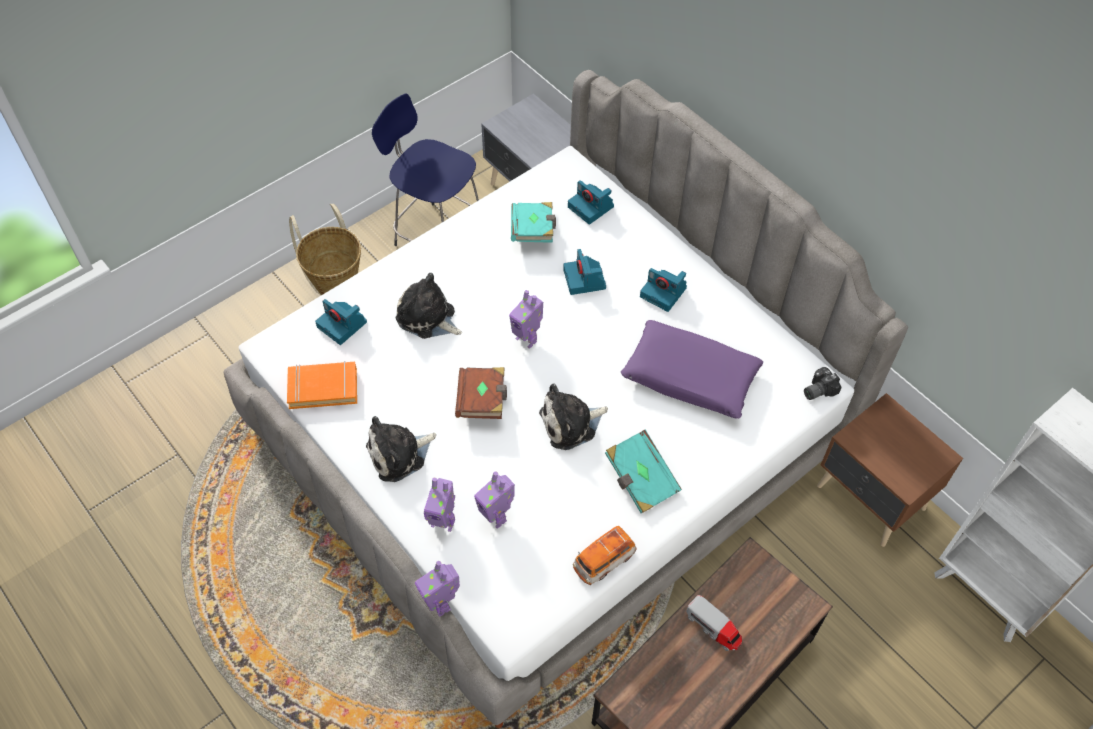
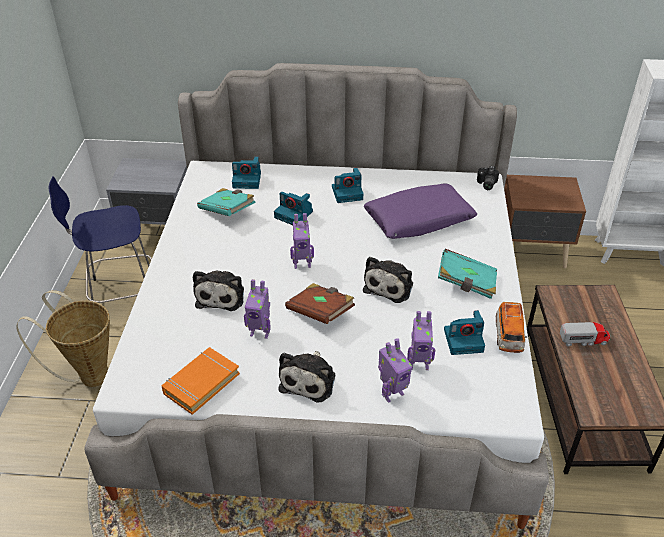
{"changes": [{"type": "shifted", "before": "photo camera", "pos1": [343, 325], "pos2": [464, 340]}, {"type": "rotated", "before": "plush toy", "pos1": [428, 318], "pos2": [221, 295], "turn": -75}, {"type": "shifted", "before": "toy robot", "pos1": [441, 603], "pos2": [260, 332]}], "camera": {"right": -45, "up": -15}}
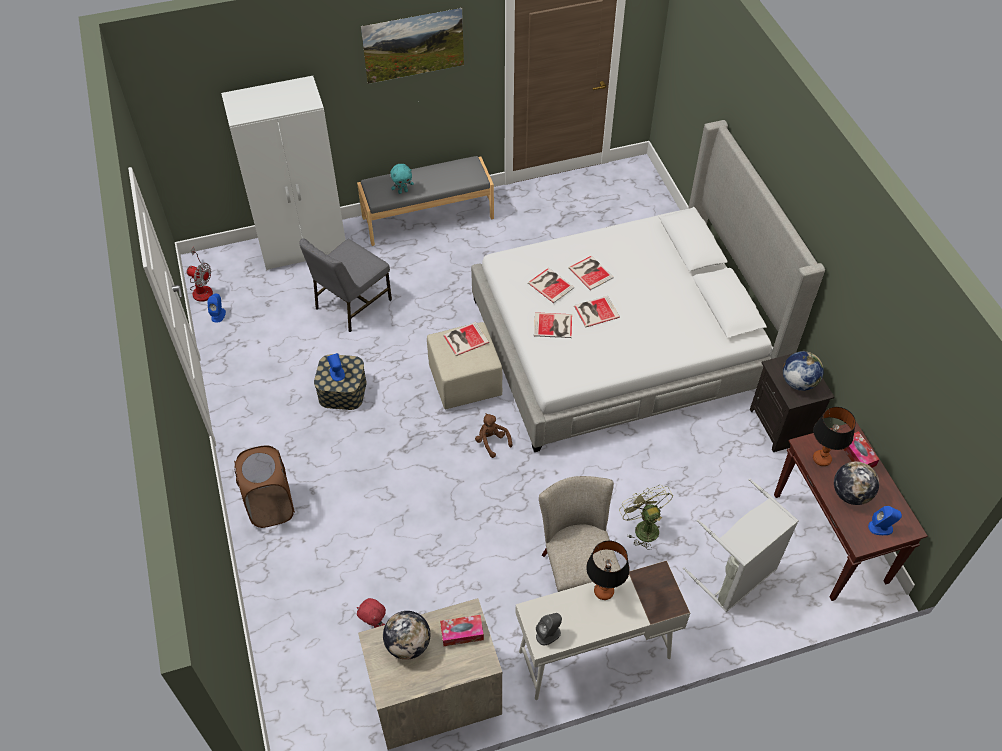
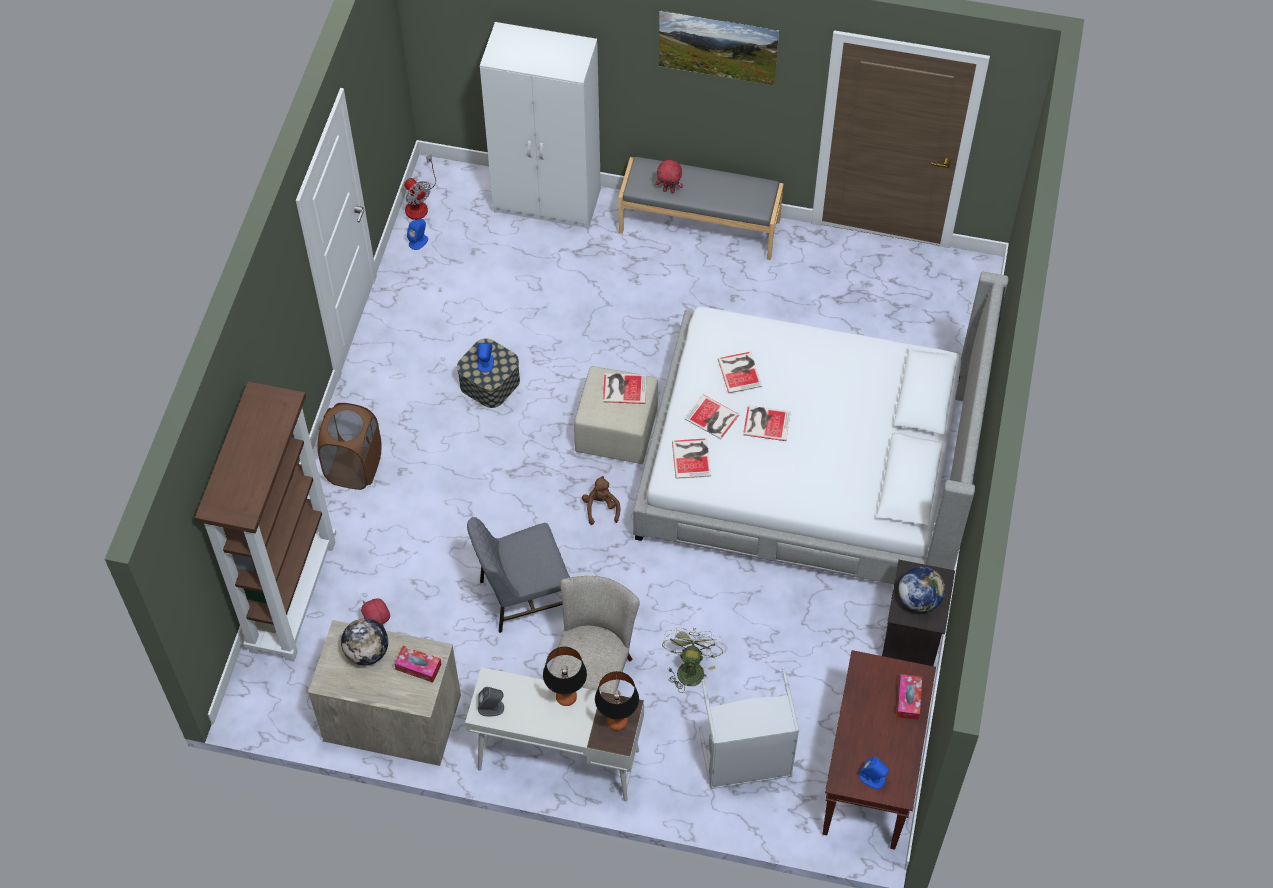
{"changes": [{"type": "shifted", "before": "chair (grey)", "pos1": [351, 304], "pos2": [522, 595]}, {"type": "repainted", "before": "plush toy (turquoise)", "after": "plush toy (red)", "pos1": [403, 191], "pos2": [669, 190]}, {"type": "shifted", "before": "book", "pos1": [591, 272], "pos2": [692, 457]}, {"type": "shifted", "before": "table lamp", "pos1": [821, 459], "pos2": [617, 721]}, {"type": "gone", "before": "globe", "pos1": [850, 494]}, {"type": "new", "after": "bookcase (brown)", "pos2": [292, 595]}], "camera": {"right": 30, "up": 5}}
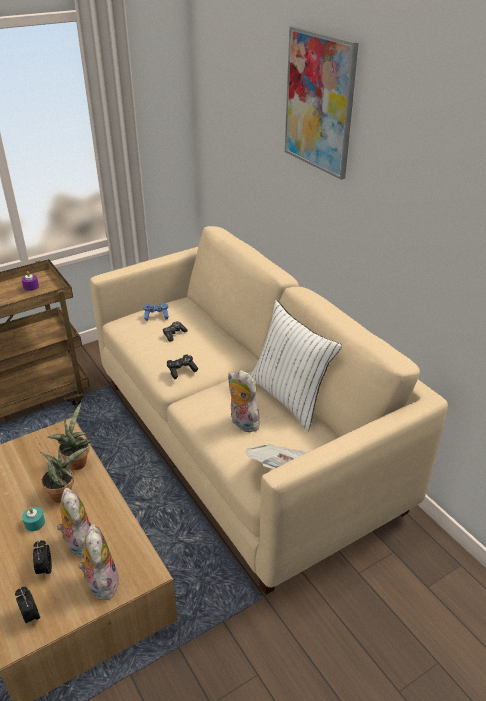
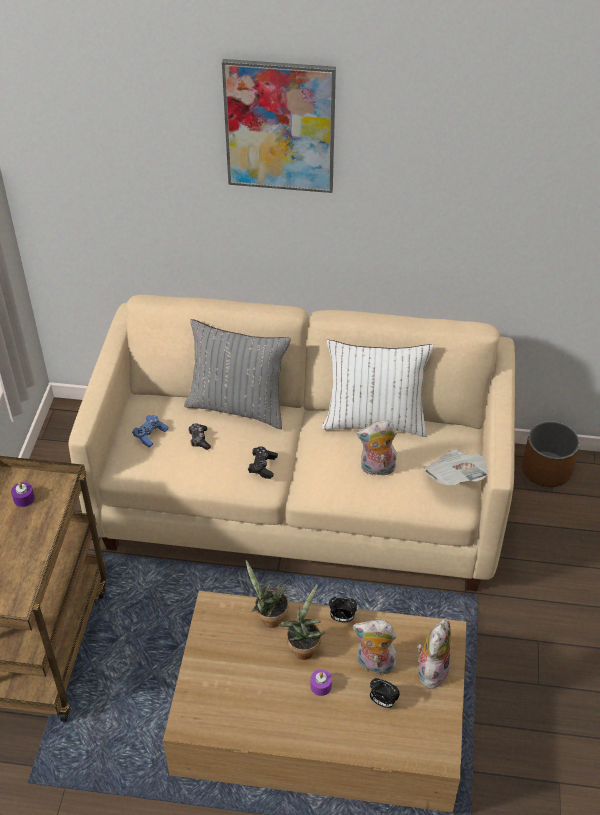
{"changes": [{"type": "shifted", "before": "alarm clock", "pos1": [30, 616], "pos2": [342, 618]}, {"type": "repainted", "before": "candle (turquoise)", "after": "candle (purple)", "pos1": [34, 523], "pos2": [321, 686]}, {"type": "rotated", "before": "plush toy", "pos1": [101, 582], "pos2": [431, 669], "turn": 90}, {"type": "new", "after": "pillow (grey)", "pos2": [238, 406]}, {"type": "new", "after": "planter (brown)", "pos2": [546, 469]}], "camera": {"right": -50, "up": 10}}
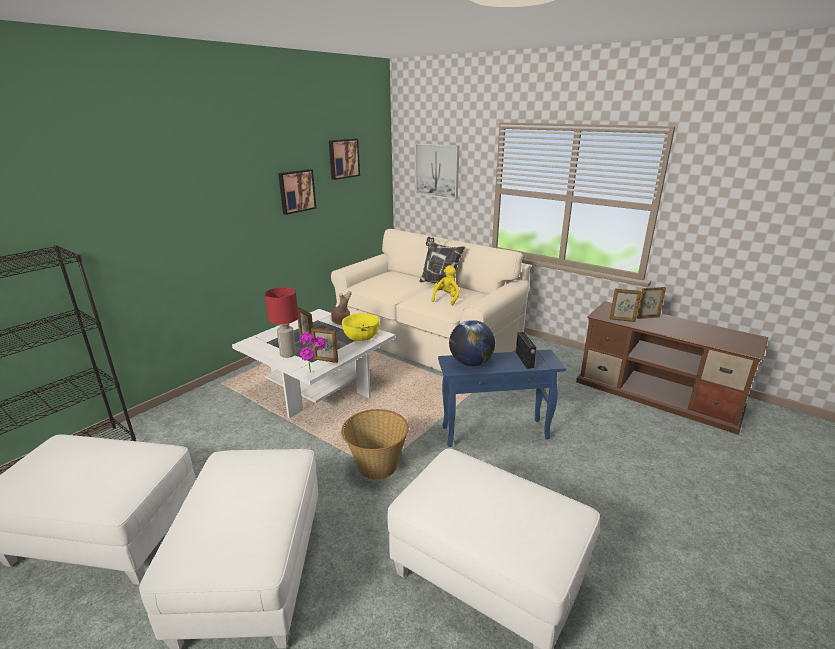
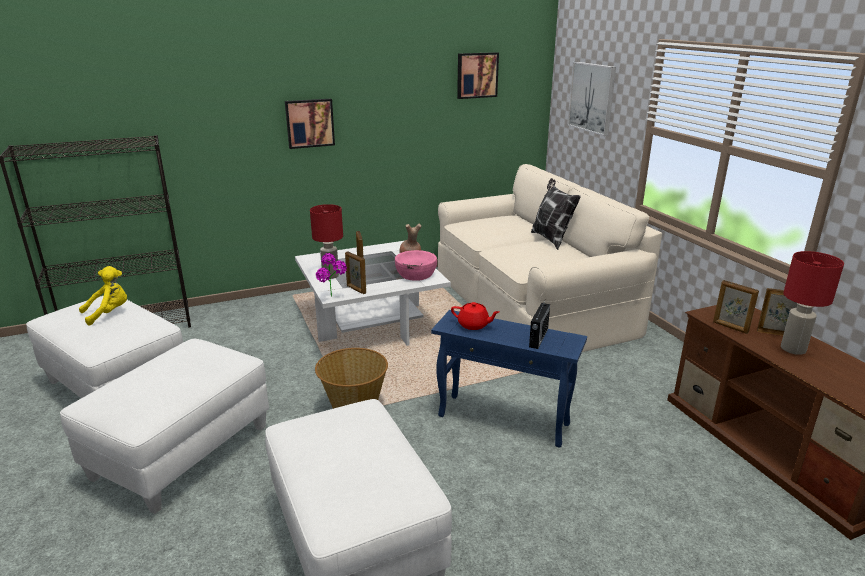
{"changes": [{"type": "shifted", "before": "picture", "pos1": [296, 191], "pos2": [309, 123]}, {"type": "repainted", "before": "bowl (yellow)", "after": "bowl (pink)", "pos1": [361, 335], "pos2": [416, 274]}, {"type": "shifted", "before": "plush toy (yellow)", "pos1": [446, 299], "pos2": [109, 313]}, {"type": "swapped", "before": "globe", "after": "teapot (red)", "pos1": [471, 363], "pos2": [474, 325]}, {"type": "new", "after": "table lamp (red)", "pos2": [793, 349]}], "camera": {"right": 30, "up": 0}}
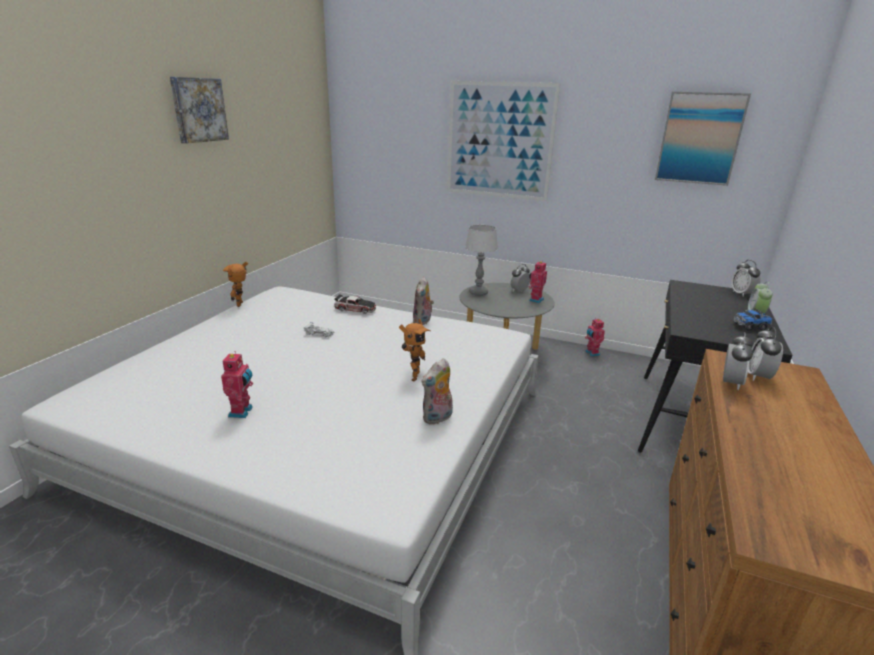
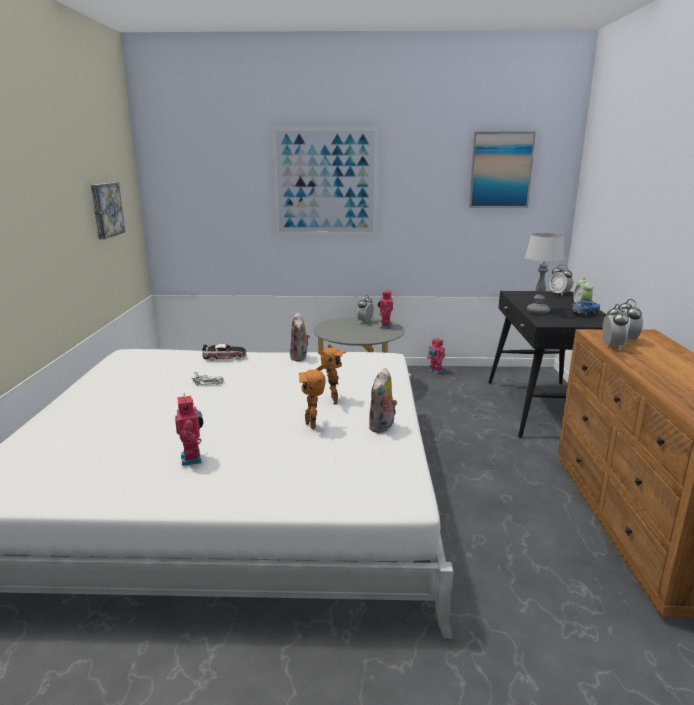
{"changes": [{"type": "shifted", "before": "picture", "pos1": [198, 110], "pos2": [105, 210]}, {"type": "shifted", "before": "toy robot", "pos1": [242, 304], "pos2": [313, 425]}, {"type": "shifted", "before": "table lamp", "pos1": [478, 292], "pos2": [537, 311]}], "camera": {"right": -20, "up": -5}}
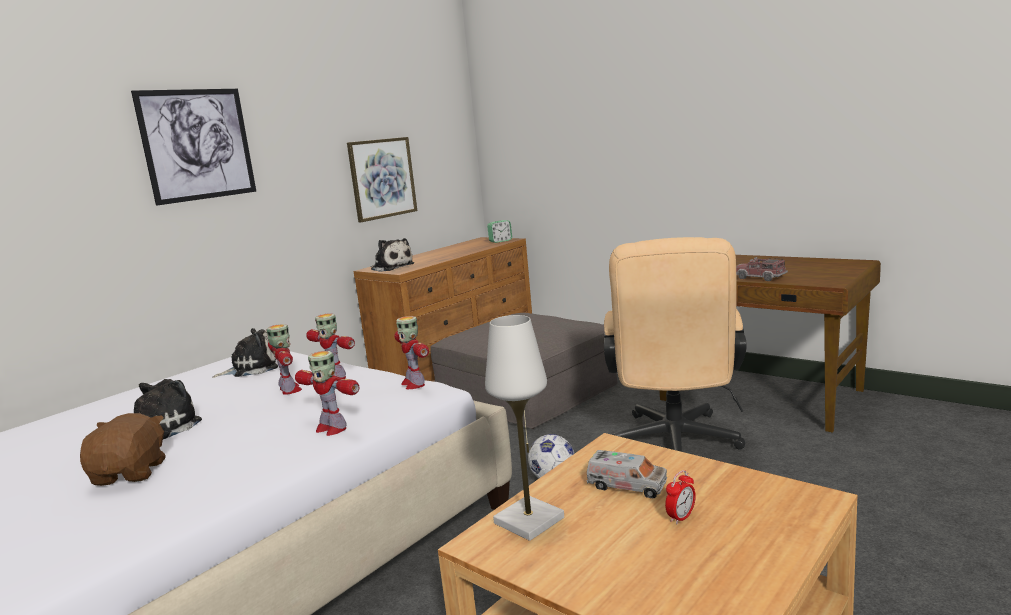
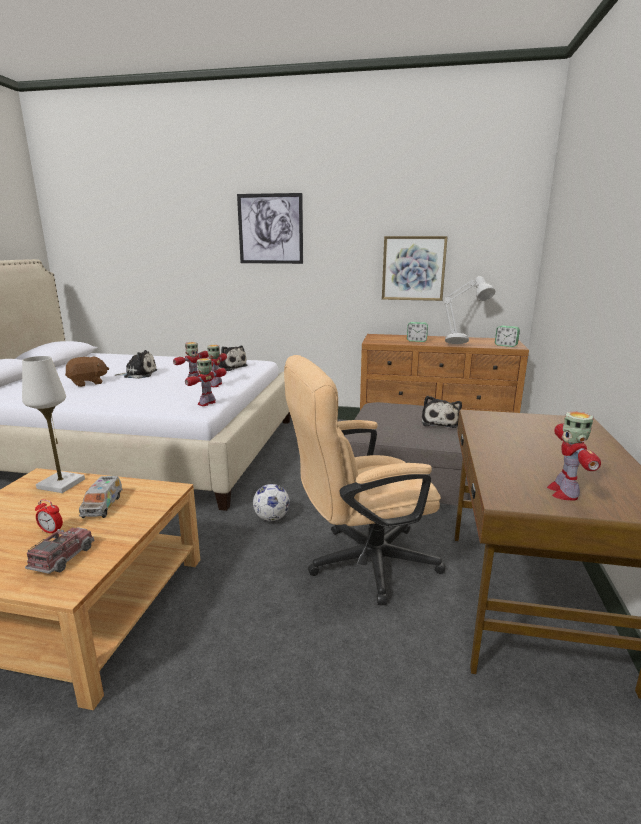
{"changes": [{"type": "shifted", "before": "toy robot", "pos1": [331, 428], "pos2": [563, 492]}, {"type": "shifted", "before": "plush toy", "pos1": [391, 267], "pos2": [440, 422]}, {"type": "shifted", "before": "toy truck", "pos1": [760, 277], "pos2": [63, 558]}, {"type": "new", "after": "alarm clock", "pos2": [416, 341]}, {"type": "new", "after": "table lamp (grey)", "pos2": [463, 342]}], "camera": {"right": 60, "up": 5}}
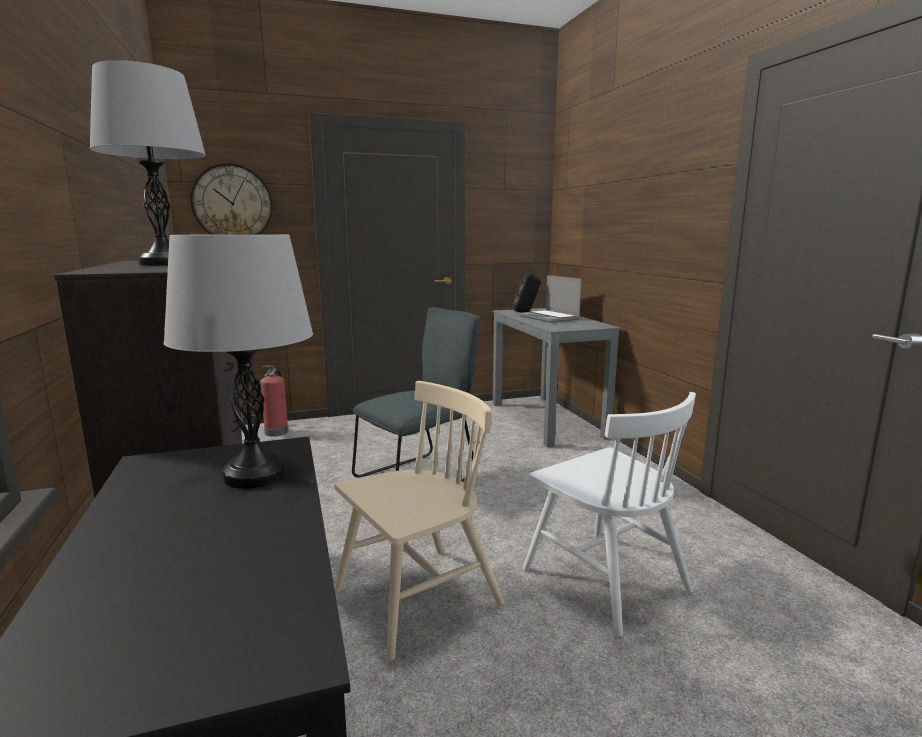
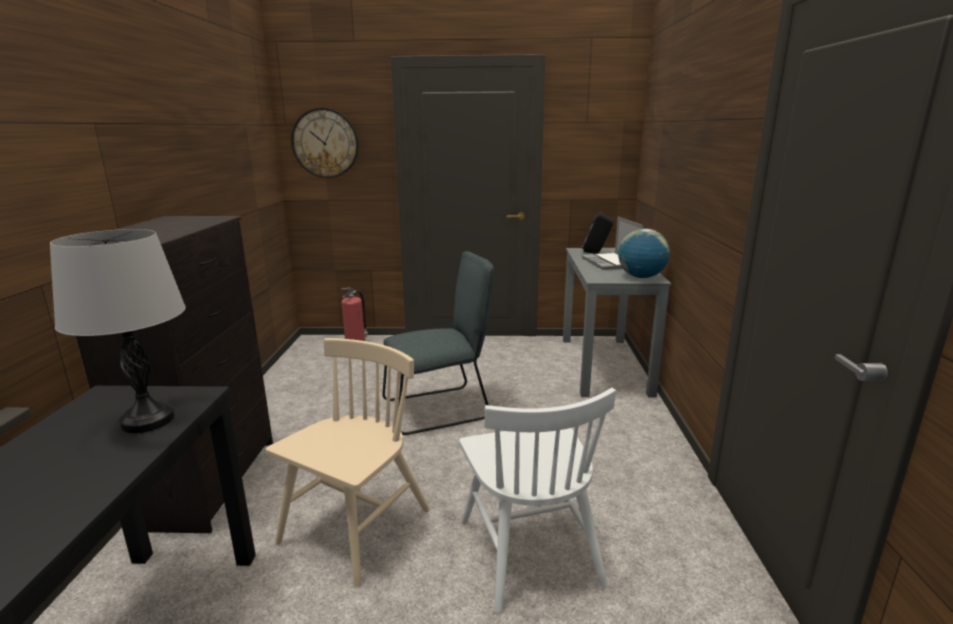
{"changes": [{"type": "gone", "before": "table lamp (grey)", "pos1": [164, 264]}, {"type": "rotated", "before": "chair (beige)", "pos1": [417, 598], "pos2": [355, 527], "turn": -45}, {"type": "new", "after": "globe", "pos2": [641, 277]}], "camera": {"right": 20, "up": 5}}
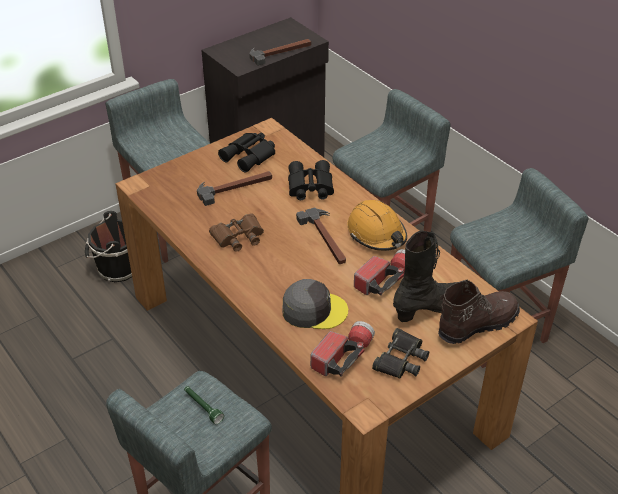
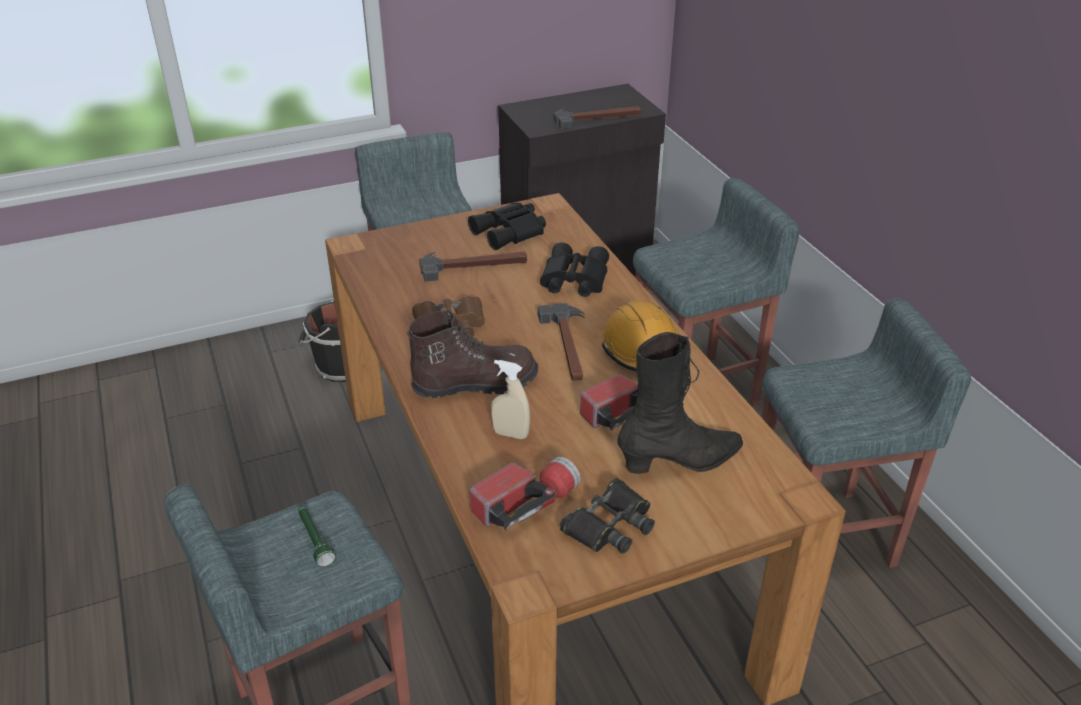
{"changes": [{"type": "swapped", "before": "cap (grey)", "after": "spray bottle (beige)", "pos1": [313, 310], "pos2": [511, 434]}, {"type": "shifted", "before": "boot (brown)", "pos1": [476, 324], "pos2": [475, 383]}], "camera": {"right": 15, "up": -5}}
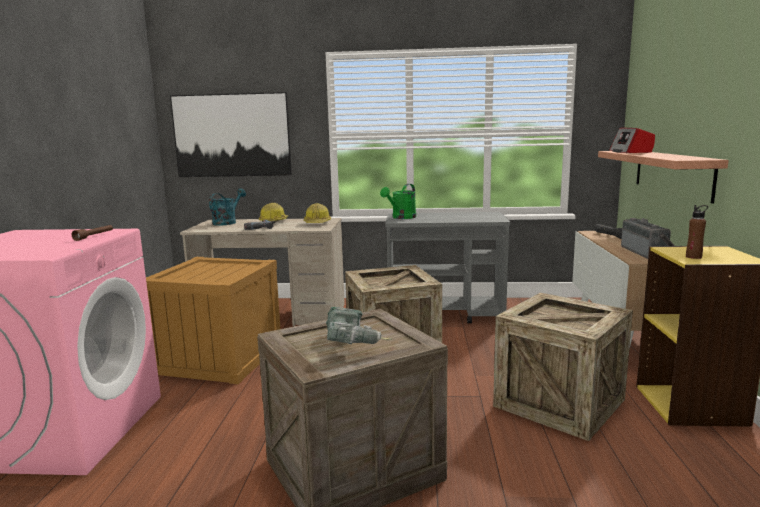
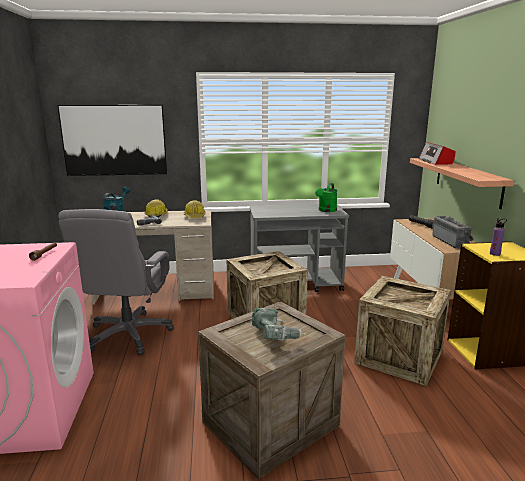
{"changes": [{"type": "swapped", "before": "crate", "after": "office chair (grey)", "pos1": [219, 359], "pos2": [128, 335]}, {"type": "shifted", "before": "watering can (green)", "pos1": [401, 217], "pos2": [326, 210]}, {"type": "repainted", "before": "bottle (brown)", "after": "bottle (purple)", "pos1": [693, 257], "pos2": [495, 254]}], "camera": {"right": -10, "up": 5}}
